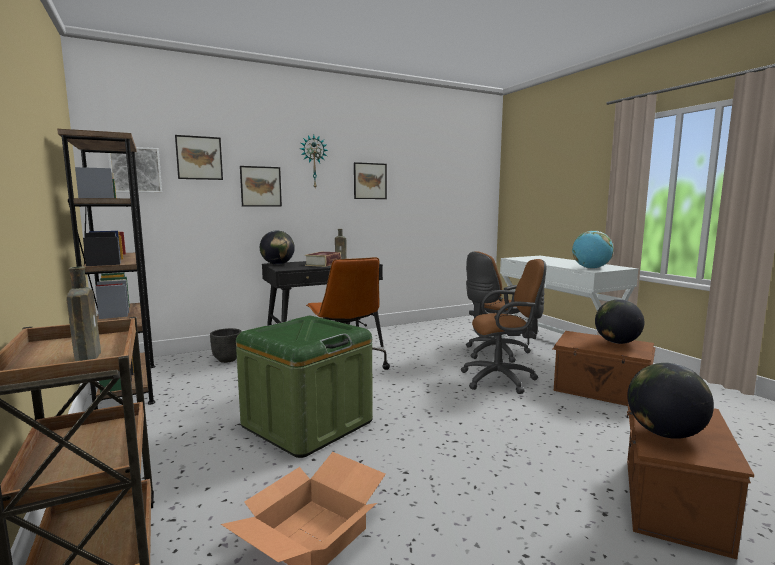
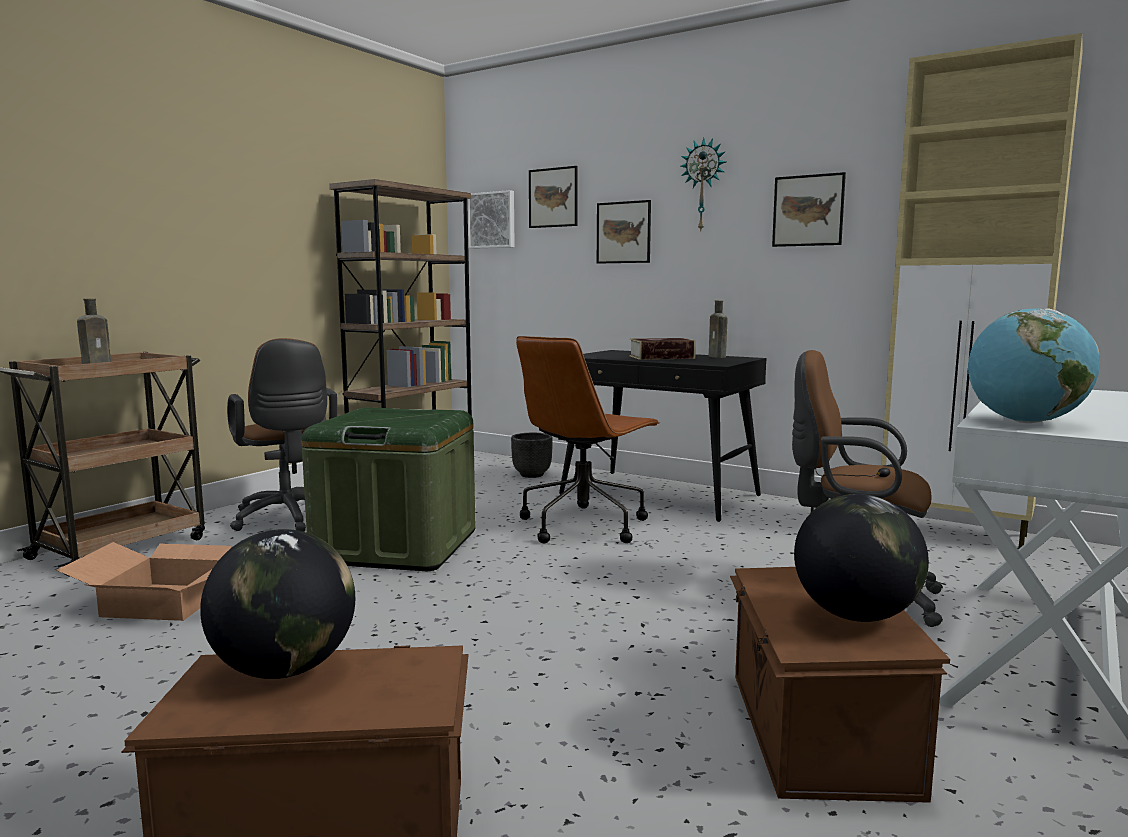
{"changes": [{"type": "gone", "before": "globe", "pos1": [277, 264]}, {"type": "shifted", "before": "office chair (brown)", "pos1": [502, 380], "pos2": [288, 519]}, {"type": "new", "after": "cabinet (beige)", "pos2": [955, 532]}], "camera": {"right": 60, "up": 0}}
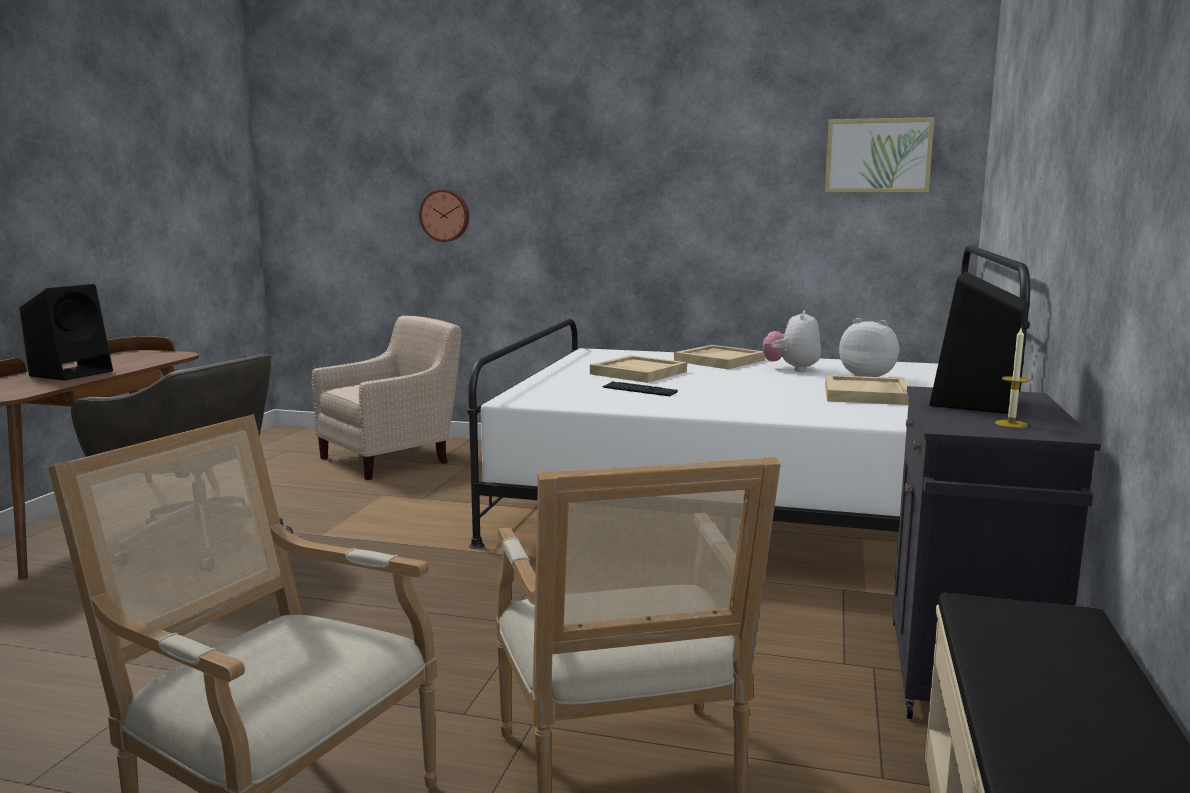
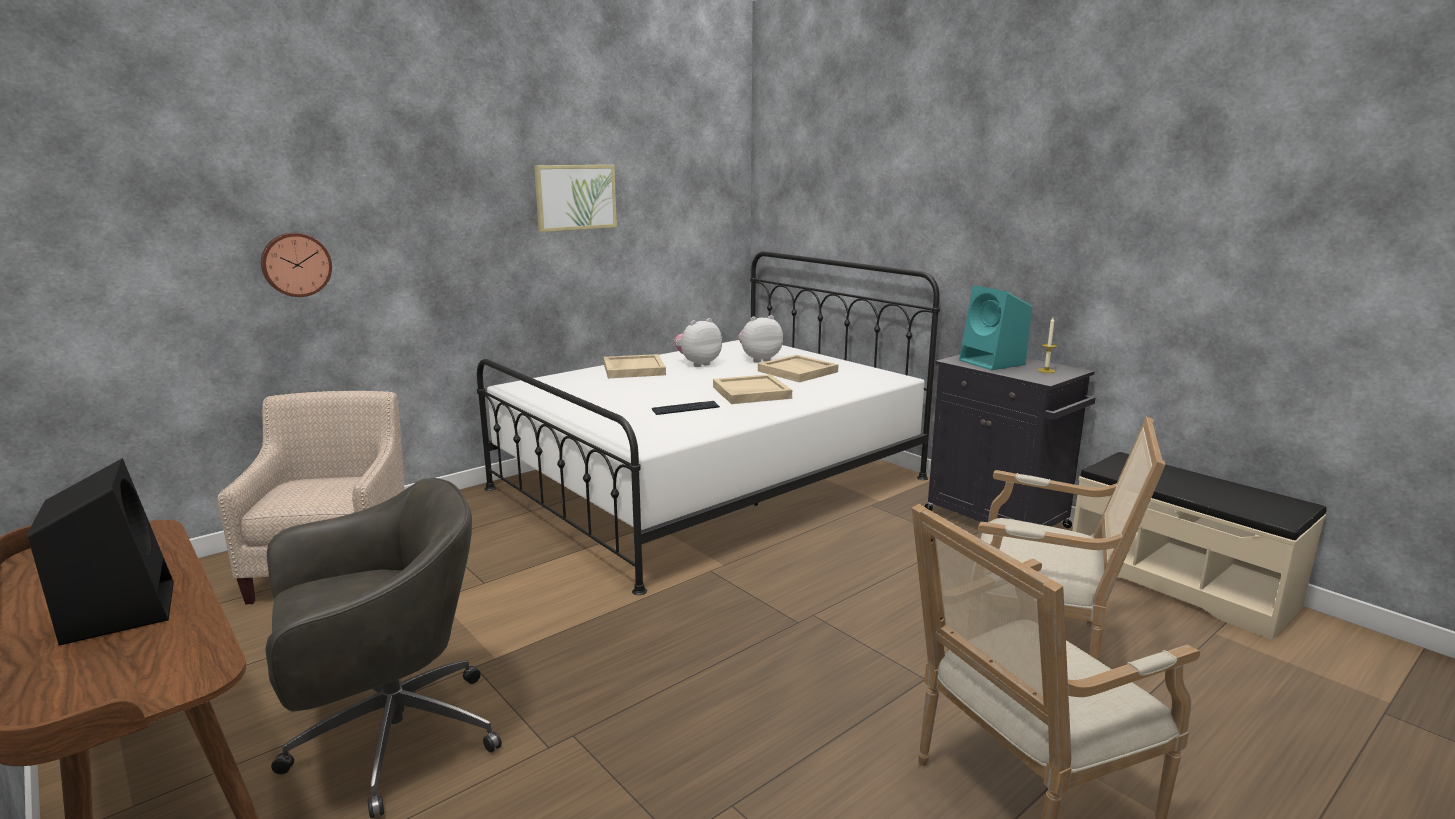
{"changes": [{"type": "shifted", "before": "tray (beige)", "pos1": [637, 373], "pos2": [751, 393]}, {"type": "rotated", "before": "plush toy", "pos1": [792, 369], "pos2": [698, 364], "turn": 90}, {"type": "shifted", "before": "picture", "pos1": [878, 155], "pos2": [575, 197]}, {"type": "repainted", "before": "speaker (black)", "after": "speaker (turquoise)", "pos1": [974, 403], "pos2": [993, 363]}], "camera": {"right": -55, "up": 5}}
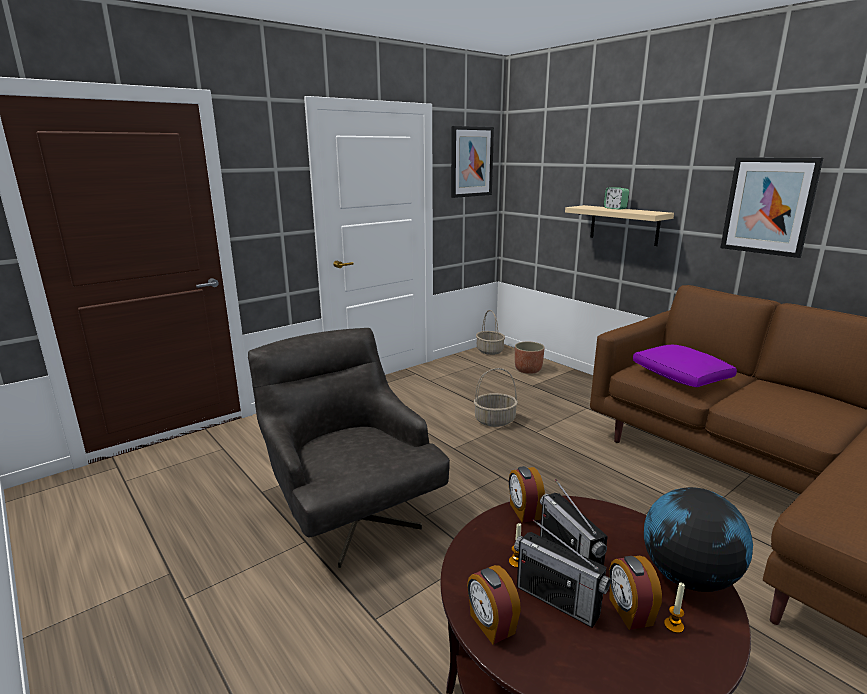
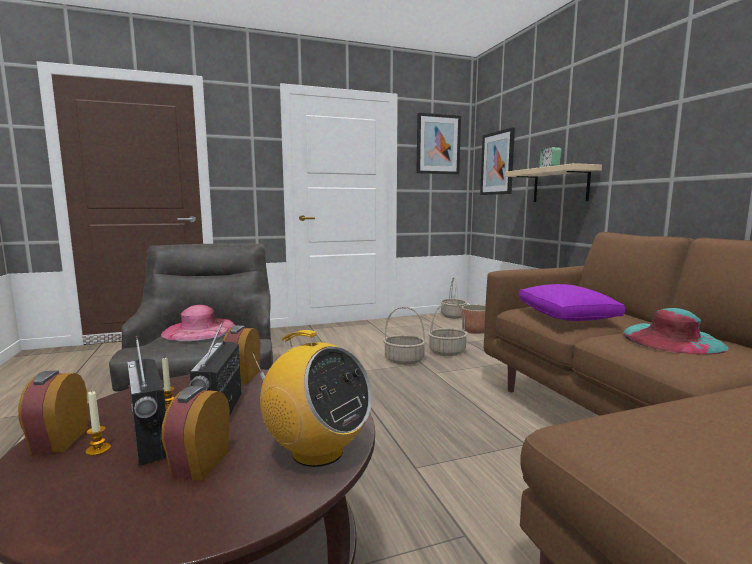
{"changes": [{"type": "swapped", "before": "globe", "after": "radio", "pos1": [688, 577], "pos2": [316, 451]}, {"type": "shifted", "before": "candle", "pos1": [673, 625], "pos2": [98, 450]}, {"type": "shifted", "before": "picture", "pos1": [768, 206], "pos2": [497, 163]}, {"type": "new", "after": "hat (pink)", "pos2": [200, 330]}, {"type": "new", "after": "basket", "pos2": [447, 351]}, {"type": "new", "after": "hat (turquoise)", "pos2": [672, 339]}], "camera": {"right": 20, "up": -10}}
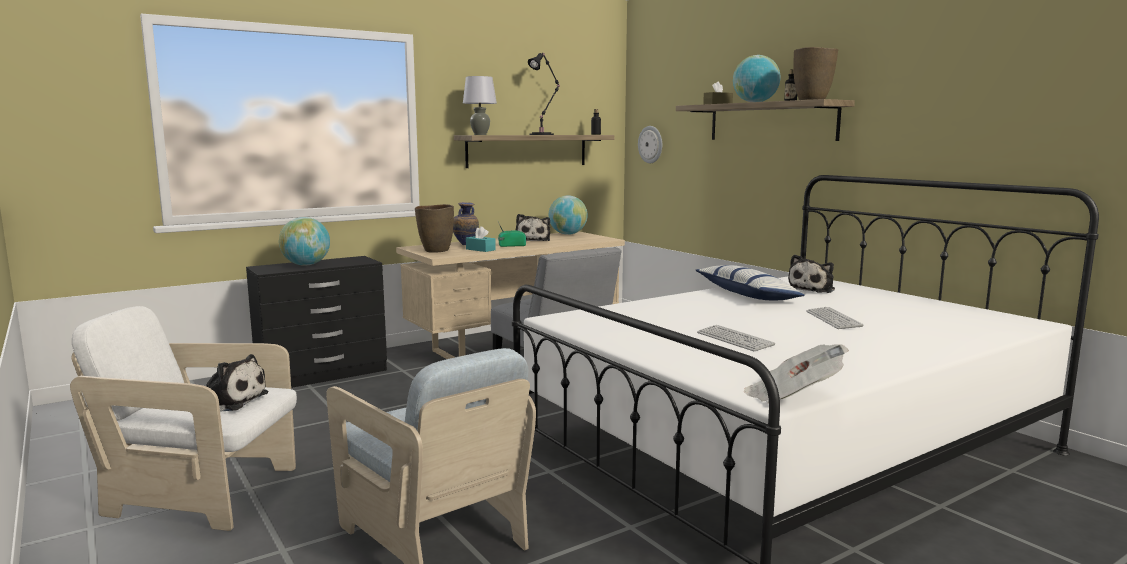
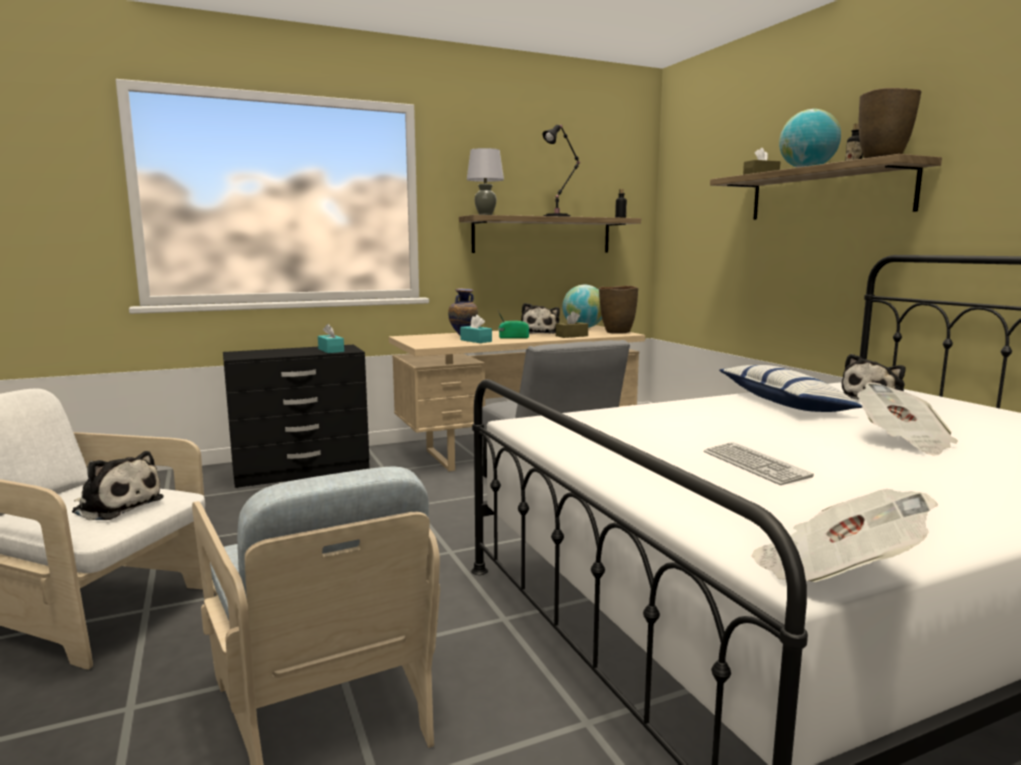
{"changes": [{"type": "gone", "before": "globe", "pos1": [306, 265]}, {"type": "shifted", "before": "vase (brown)", "pos1": [436, 251], "pos2": [617, 332]}, {"type": "gone", "before": "wall clock", "pos1": [651, 144]}, {"type": "swapped", "before": "keyboard", "after": "newspaper", "pos1": [833, 319], "pos2": [903, 442]}, {"type": "new", "after": "tissue box (turquoise)", "pos2": [331, 350]}, {"type": "new", "after": "tissue box (brown)", "pos2": [571, 336]}], "camera": {"right": 10, "up": 0}}
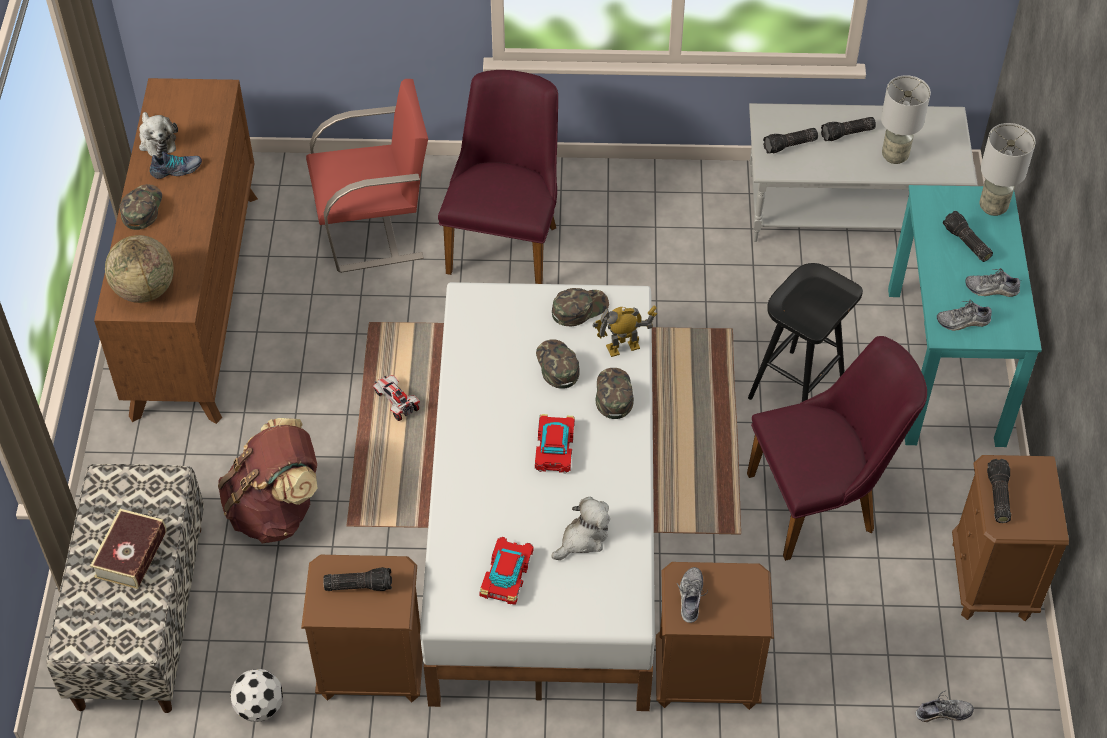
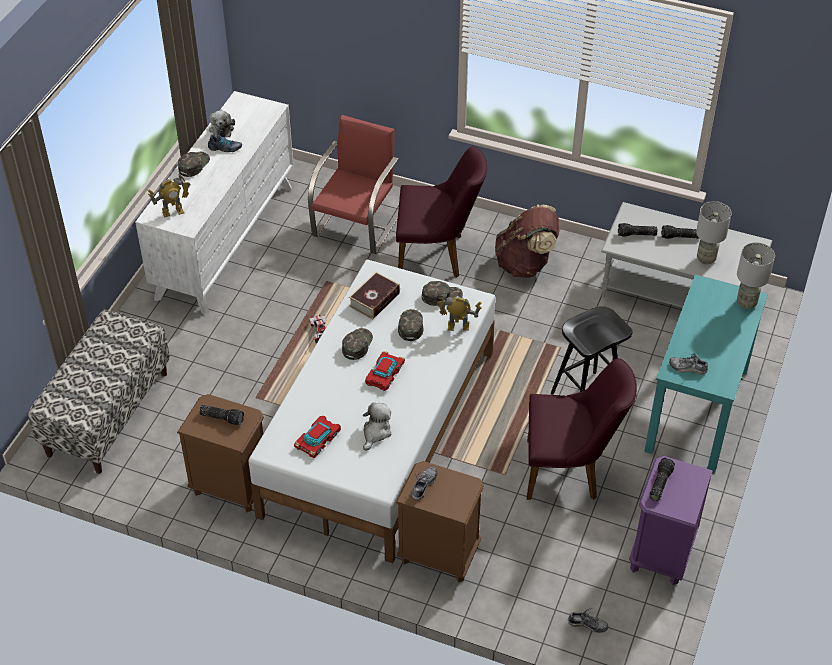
{"changes": [{"type": "shifted", "before": "book", "pos1": [131, 554], "pos2": [374, 300]}, {"type": "repainted", "before": "dresser (brown)", "after": "dresser (white)", "pos1": [195, 301], "pos2": [225, 240]}, {"type": "swapped", "before": "globe", "after": "toy robot", "pos1": [145, 290], "pos2": [173, 212]}, {"type": "shifted", "before": "backpack (brown)", "pos1": [276, 509], "pos2": [526, 264]}, {"type": "gone", "before": "football", "pos1": [259, 706]}, {"type": "rotated", "before": "chair (red)", "pos1": [375, 229], "pos2": [356, 226], "turn": -75}, {"type": "rotated", "before": "chair (purple)", "pos1": [507, 241], "pos2": [437, 255], "turn": 60}, {"type": "rotated", "before": "plush toy", "pos1": [583, 538], "pos2": [376, 432], "turn": -45}, {"type": "shifted", "before": "cap (green)", "pos1": [613, 394], "pos2": [357, 345]}, {"type": "gone", "before": "flashlight", "pos1": [965, 243]}, {"type": "repainted", "before": "nightstand (brown)", "after": "nightstand (purple)", "pos1": [991, 581], "pos2": [662, 553]}, {"type": "gone", "before": "shoe", "pos1": [991, 289]}], "camera": {"right": 20, "up": -5}}
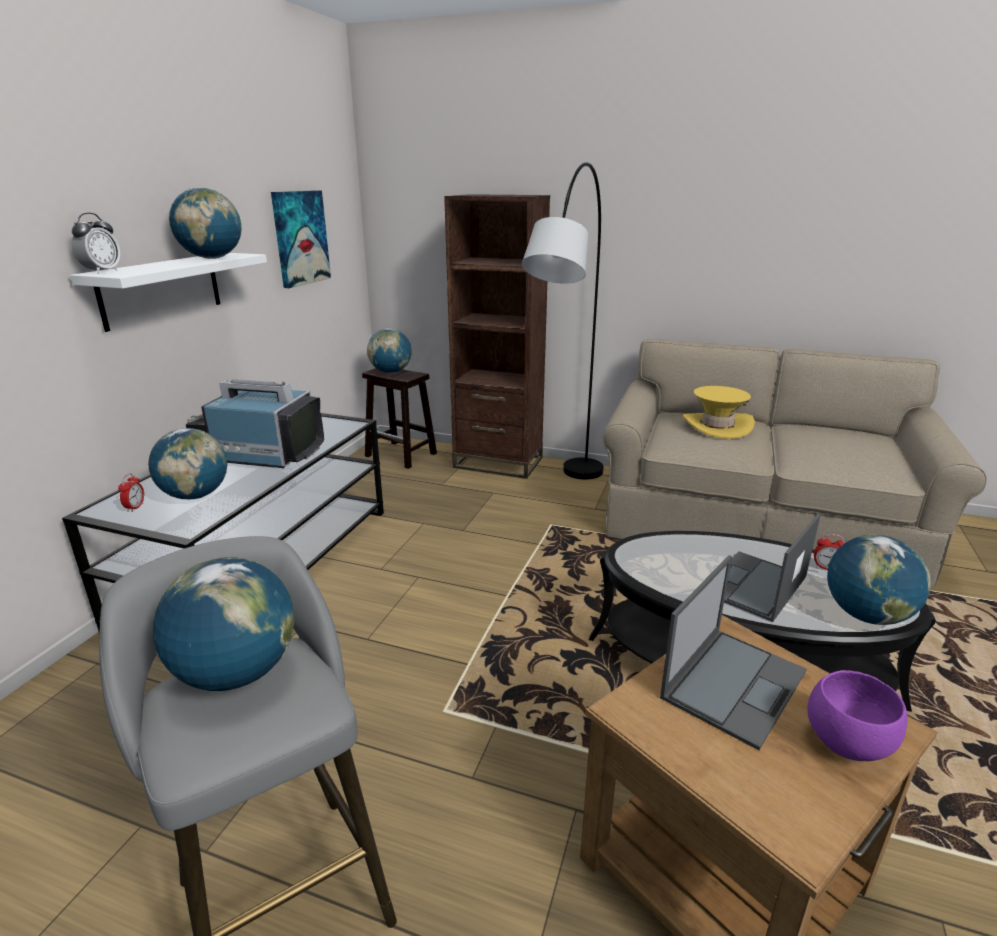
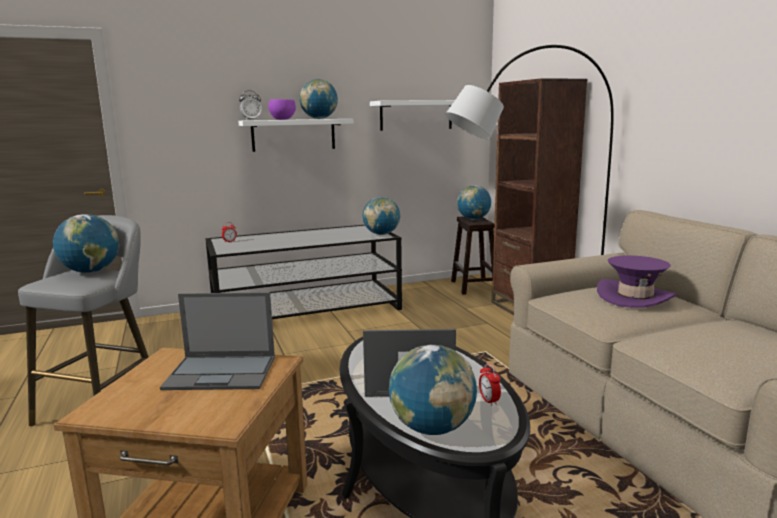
{"changes": [{"type": "shifted", "before": "globe", "pos1": [195, 496], "pos2": [381, 234]}, {"type": "gone", "before": "television", "pos1": [260, 455]}, {"type": "swapped", "before": "picture", "after": "shelf (white)", "pos1": [300, 238], "pos2": [416, 115]}, {"type": "repainted", "before": "hat (yellow)", "after": "hat (purple)", "pos1": [717, 426], "pos2": [635, 297]}, {"type": "shifted", "before": "bowl (purple)", "pos1": [844, 742], "pos2": [283, 119]}], "camera": {"right": 50, "up": -10}}
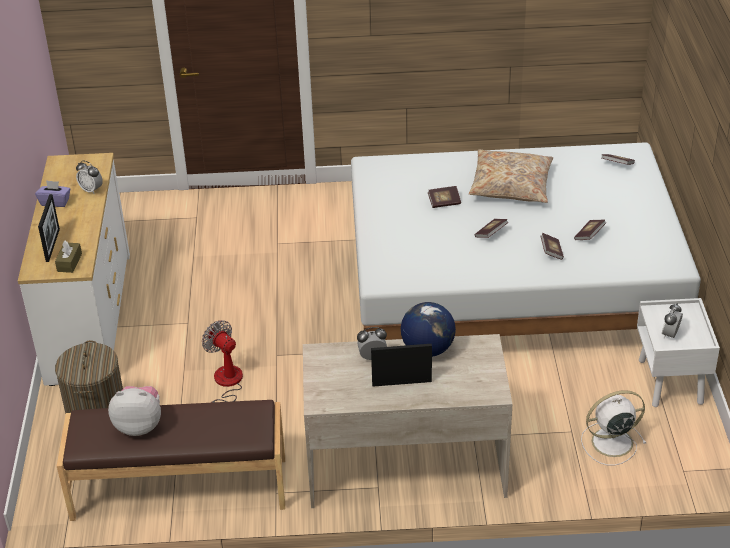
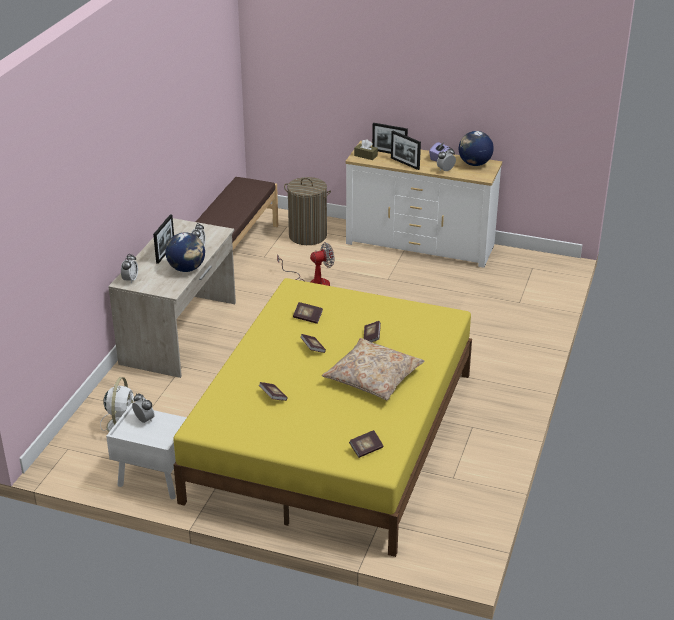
{"changes": [{"type": "gone", "before": "plush toy", "pos1": [139, 425]}, {"type": "repainted", "before": "bed (white)", "after": "bed (yellow)", "pos1": [512, 284], "pos2": [332, 435]}, {"type": "shifted", "before": "book", "pos1": [551, 252], "pos2": [307, 318]}, {"type": "new", "after": "alarm clock", "pos2": [130, 280]}, {"type": "new", "after": "picture frame", "pos2": [405, 163]}, {"type": "new", "after": "globe", "pos2": [474, 164]}], "camera": {"right": 110, "up": -5}}
